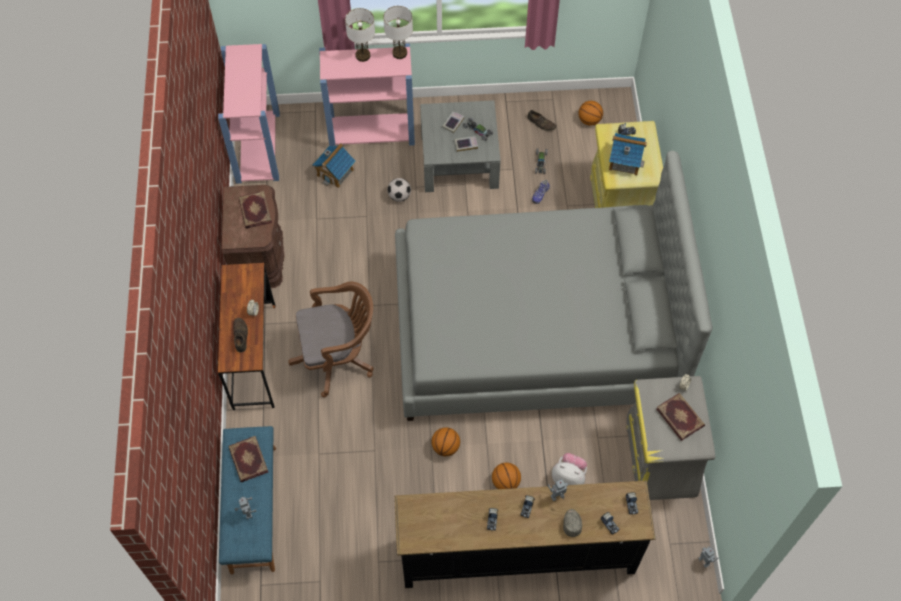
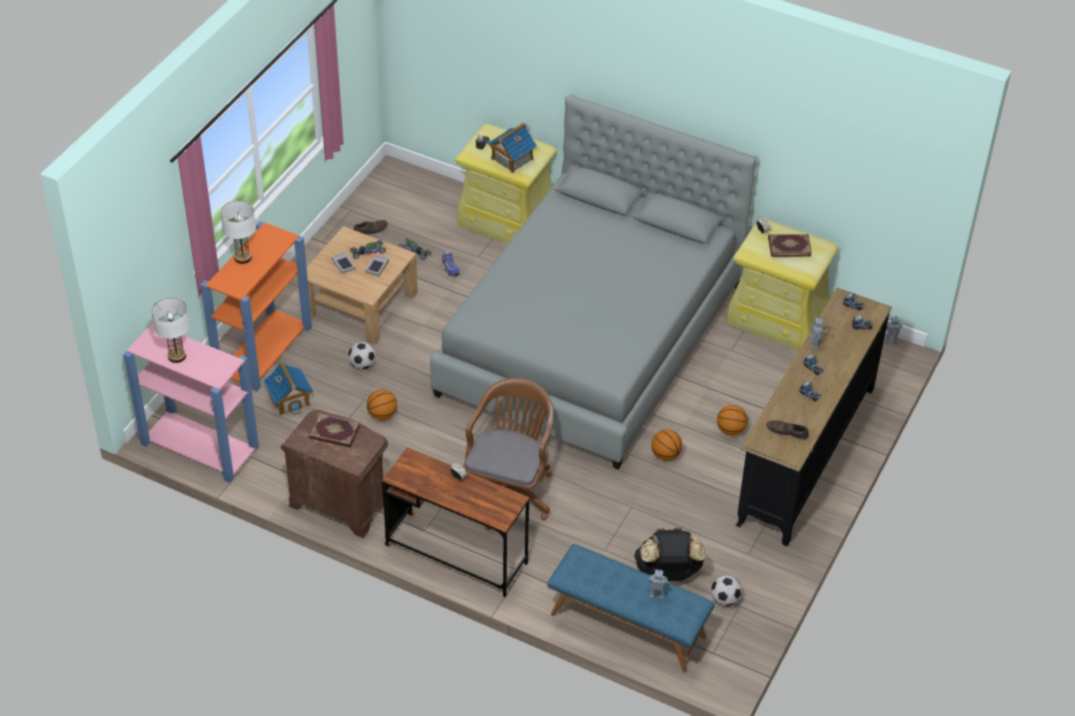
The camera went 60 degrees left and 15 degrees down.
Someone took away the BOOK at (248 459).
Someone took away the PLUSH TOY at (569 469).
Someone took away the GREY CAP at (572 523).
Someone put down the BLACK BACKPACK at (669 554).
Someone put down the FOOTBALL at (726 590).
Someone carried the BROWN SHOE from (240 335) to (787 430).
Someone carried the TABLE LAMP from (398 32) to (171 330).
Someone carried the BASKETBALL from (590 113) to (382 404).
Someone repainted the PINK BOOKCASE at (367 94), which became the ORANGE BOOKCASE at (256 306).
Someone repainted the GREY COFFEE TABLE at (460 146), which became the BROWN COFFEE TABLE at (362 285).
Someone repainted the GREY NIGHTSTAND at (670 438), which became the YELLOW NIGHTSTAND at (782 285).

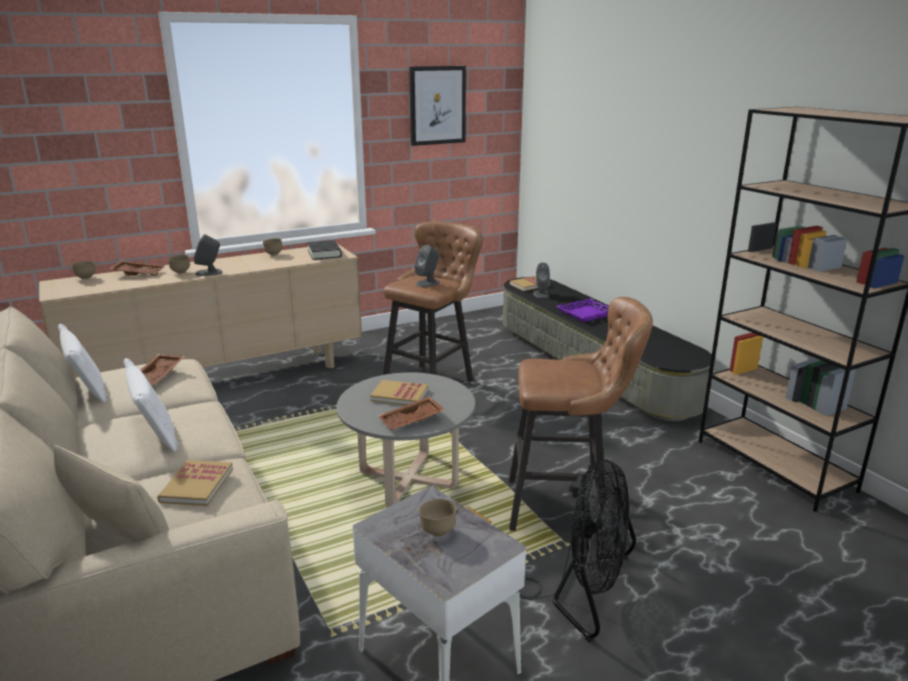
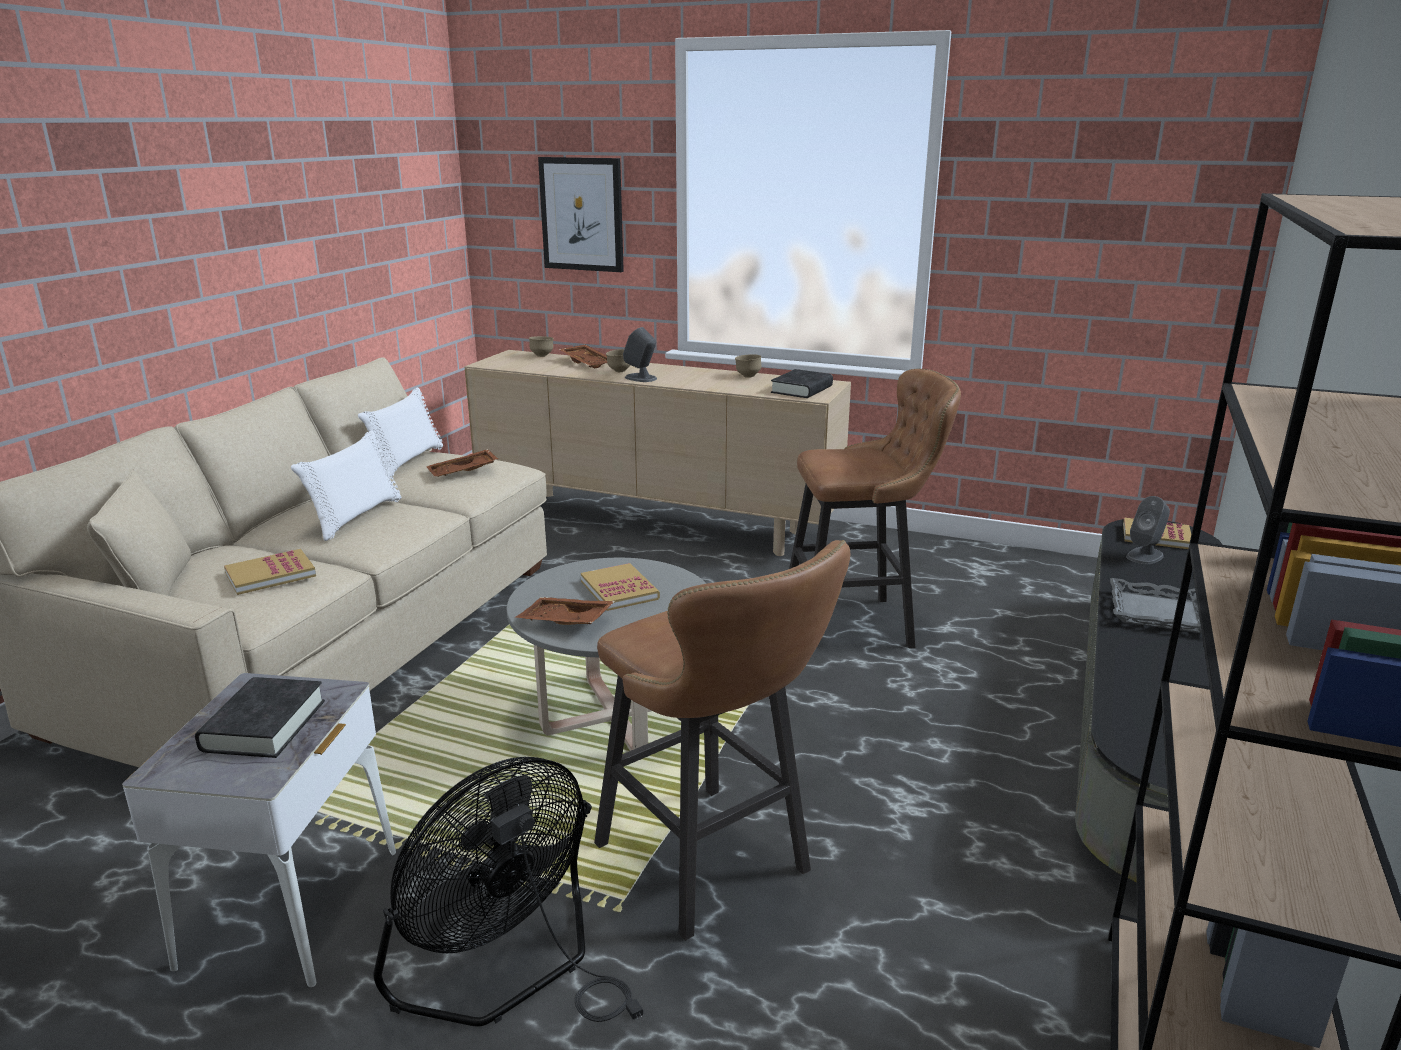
The camera went 50 degrees right and 0 degrees up.
Someone took away the GREY SPEAKER at (427 266).
Someone carried the PICTURE from (437 106) to (581 214).
Someone swapped the BROWN BOWL at (437 518) for the BLACK BOOK at (260 717).
Someone repainted the PURPLE TRAY at (582 310), which became the GREY TRAY at (1156 605).
Someone rotated the BLACK FAN at (578 551) by 150 degrees clockwise.

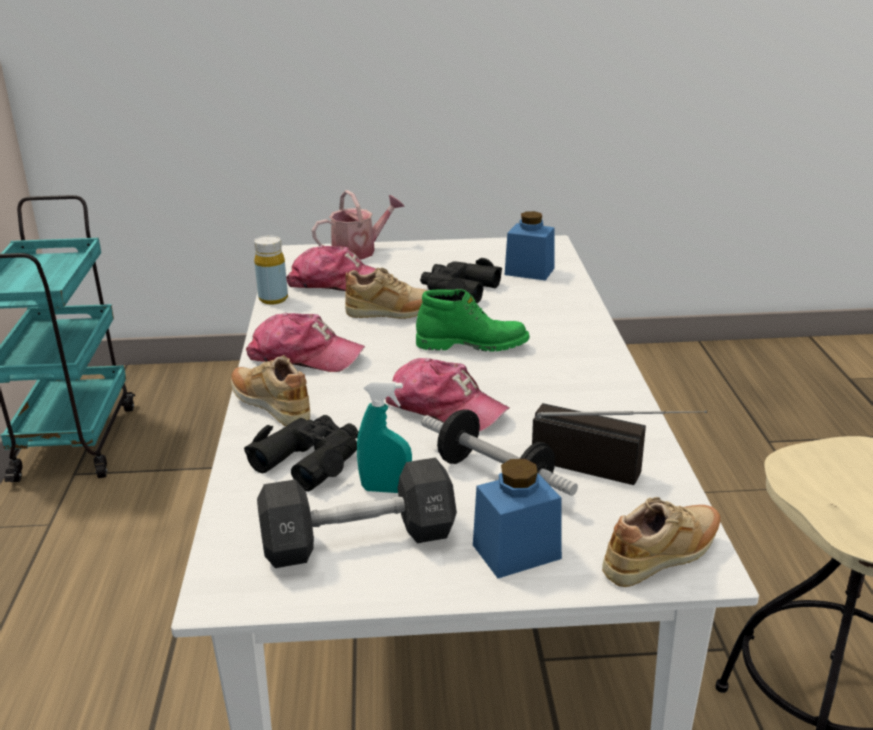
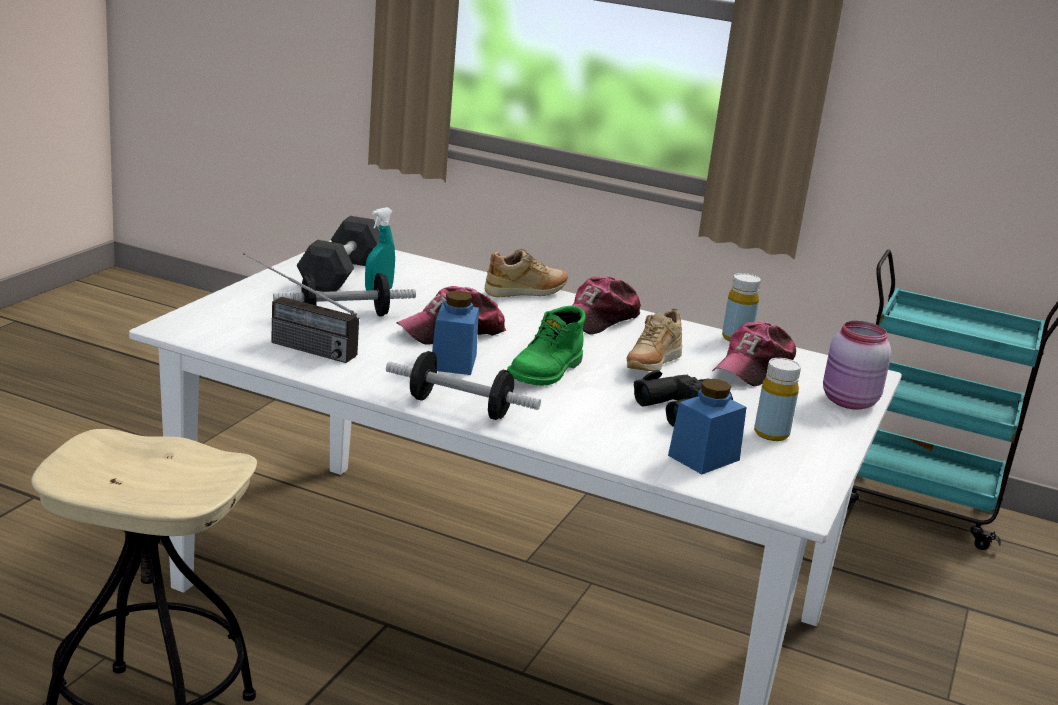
The camera went 115 degrees right and 5 degrees down.
Someone took away the BLACK BINOCULARS at (301 453).
Someone took away the BEIGE SHOE at (661 542).
Someone put down the DUMBBELL at (463 385).
Someone put down the YELLOW BOTTLE at (777 399).
Someone carried the BLUE JAR from (517 518) to (455 333).
Someone swapped the WATERING CAN at (358 225) for the PINK JAR at (857 365).
Someone rotated the RADIO at (619 444) by 60 degrees clockwise.

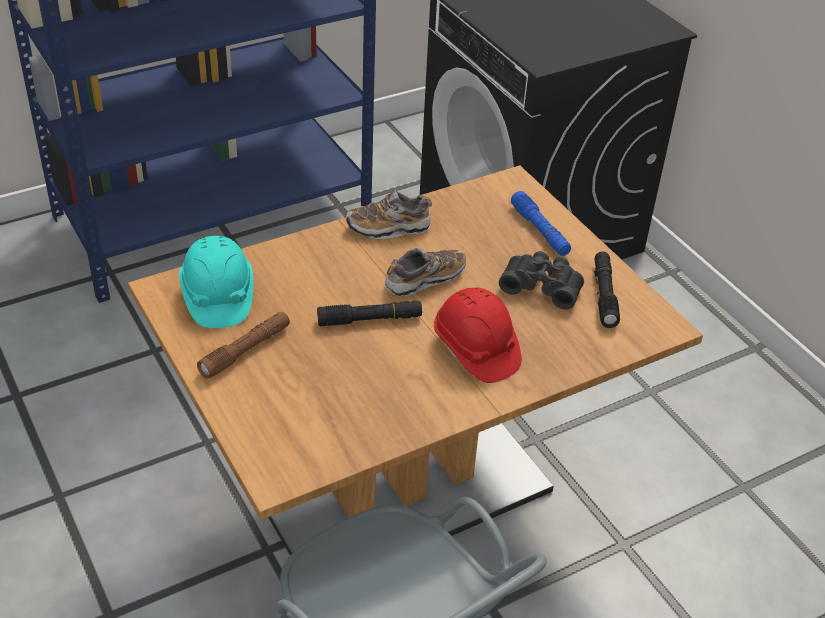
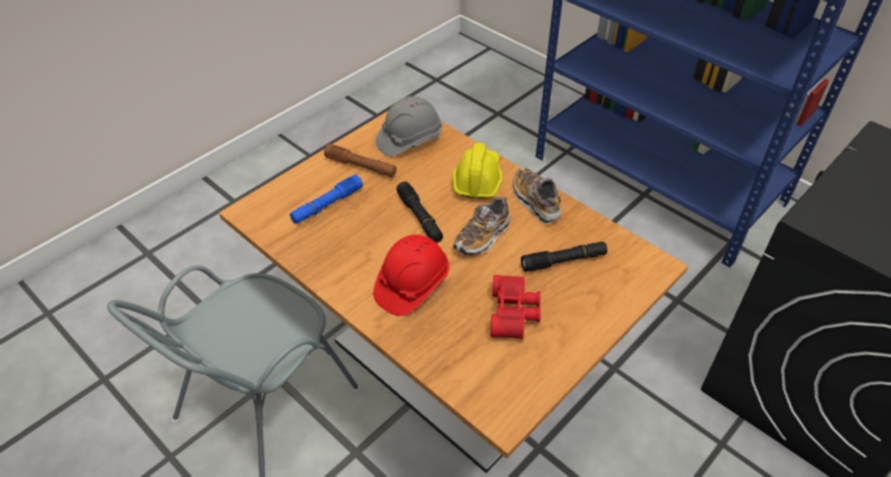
The camera went 75 degrees right and 5 degrees up.
Someone put down the YELLOW HARD HAT at (478 170).
Someone carried the BLUE FLASHLIGHT from (541 223) to (326 199).
Someone carried the BLACK FLASHLIGHT from (607 290) to (564 257).
Someone repainted the TURQUOISE HARD HAT at (216 282), which became the GREY HARD HAT at (409 126).
Someone repainted the BLACK BINOCULARS at (541 280), which became the RED BINOCULARS at (516 307).
Someone rotated the SHOE at (425 272) by 90 degrees clockwise.

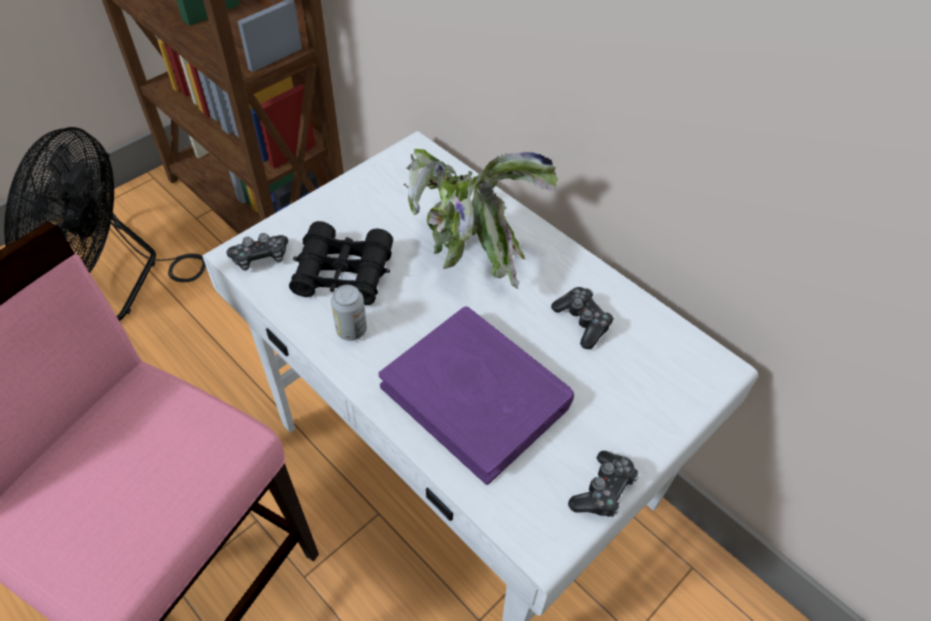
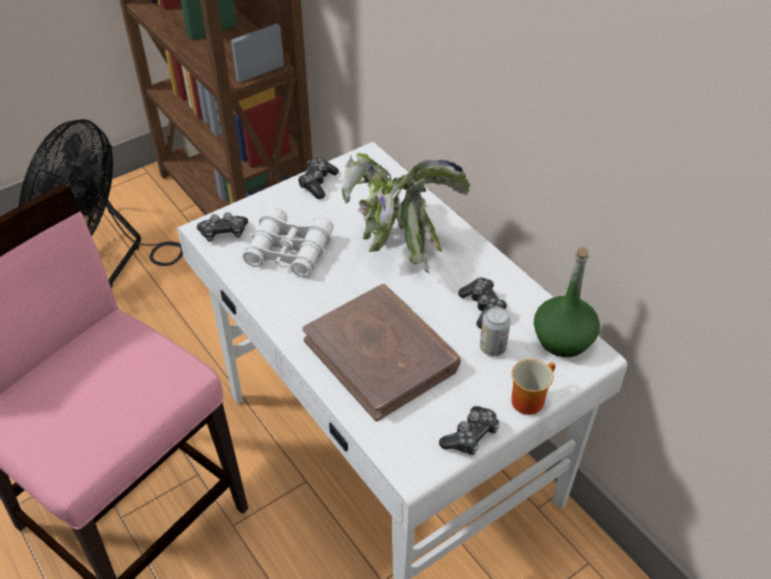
The camera went 10 degrees right and 5 degrees down.
Someone put down the GAME CONTROLLER at (318 178).
Someone put down the MUG at (533 387).
Someone put down the GREEN BOTTLE at (567 302).
Someone carried the CAN from (349 313) to (495 331).
Someone repainted the BLACK BINOCULARS at (341 263), which became the WHITE BINOCULARS at (288 242).
Someone repainted the PURPLE BOOK at (476 396), which became the BROWN BOOK at (381 353).

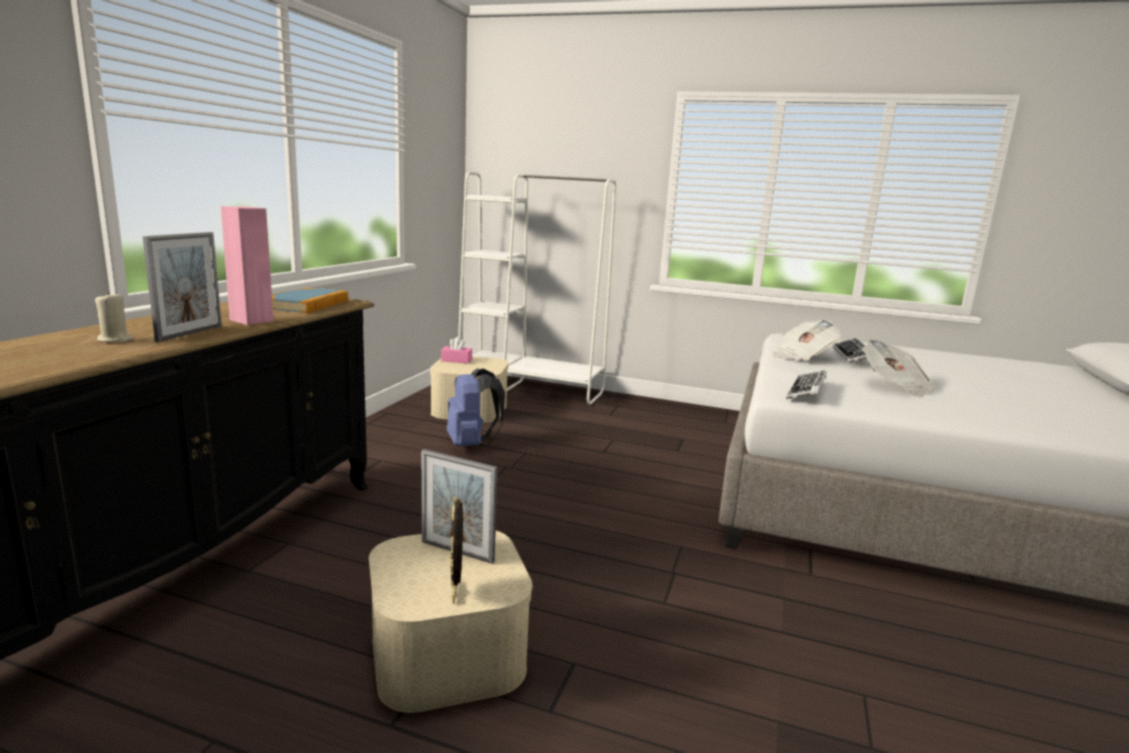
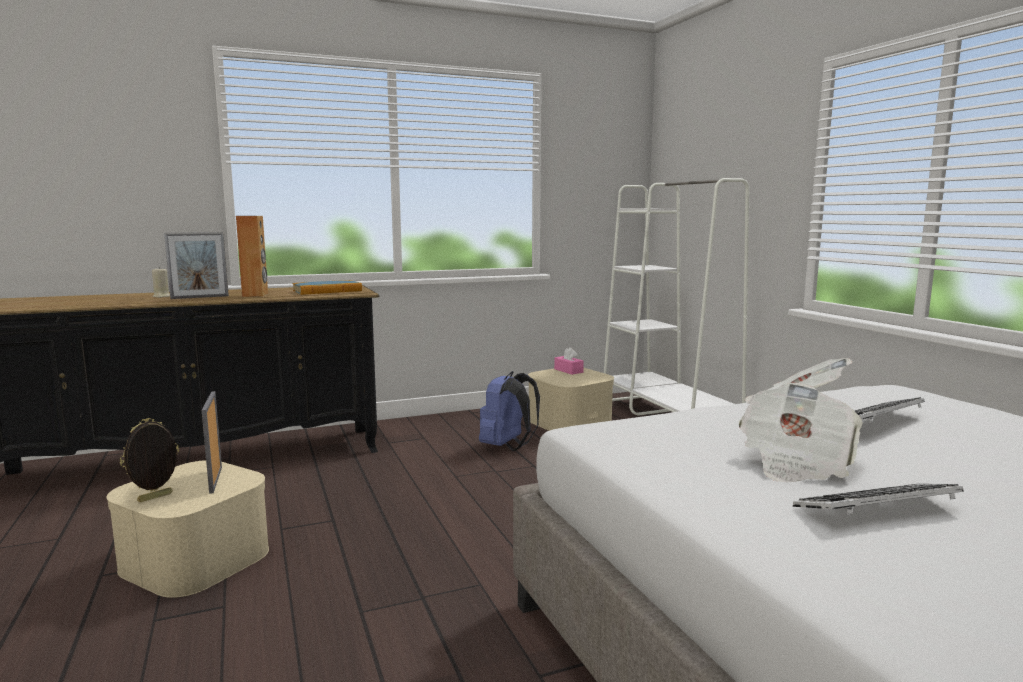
The camera went 50 degrees right and 5 degrees down.
Someone carried the KEYBOARD from (806 384) to (878 499).
Someone repainted the PINK SPEAKER at (247 265), which became the BROWN SPEAKER at (252 256).

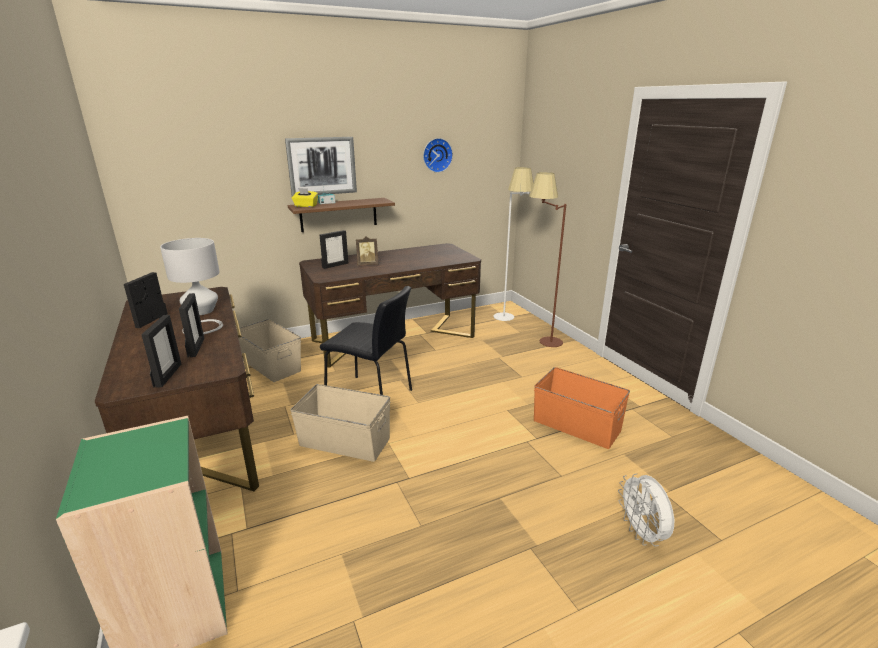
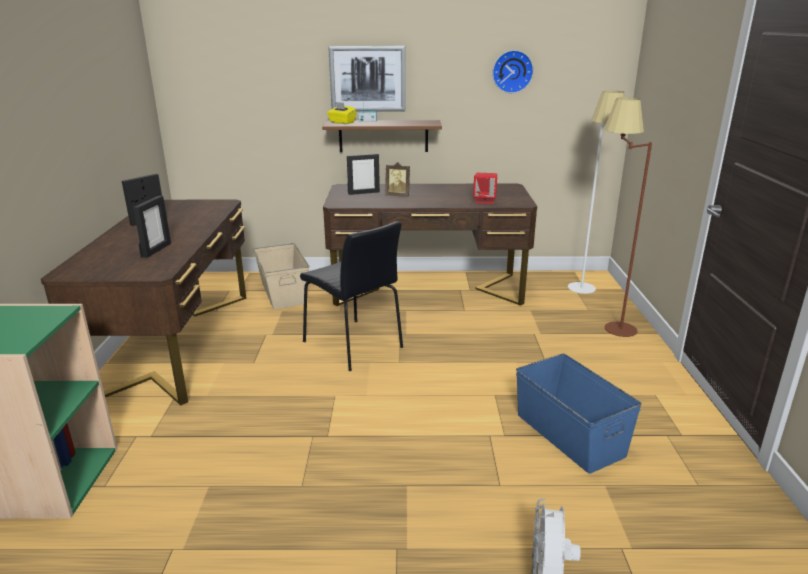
The camera went 25 degrees right and 0 degrees up.
Someone took away the PICTURE FRAME at (161 351).
Someone took away the WHITE TABLE LAMP at (191 286).
Someone took away the BEIGE STORAGE BOX at (340 423).
Someone put down the RED SPEAKER at (485 188).
Someone repainted the ORANGE STORAGE BOX at (582 408), which became the BLUE STORAGE BOX at (579 413).

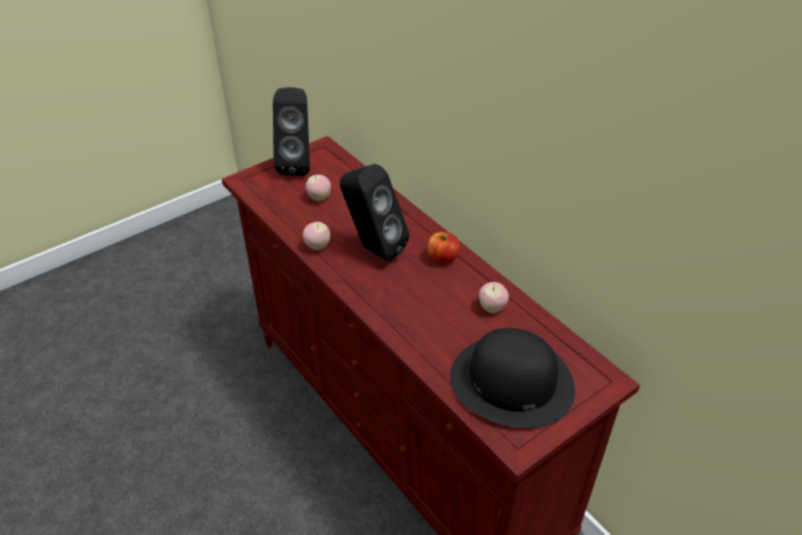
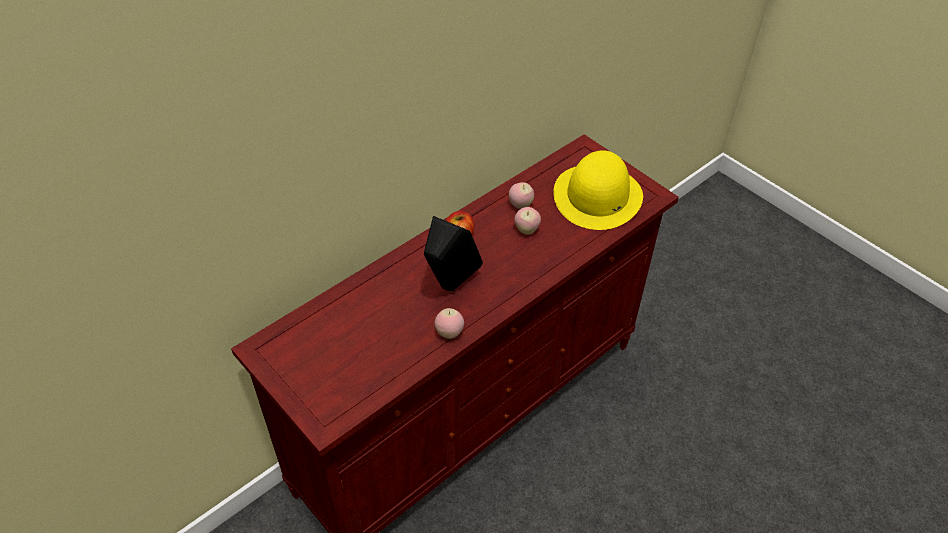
The camera went 95 degrees left and 5 degrees up.
Someone took away the BLACK SPEAKER at (291 131).
Someone carried the APPLE from (318 188) to (527 220).
Someone repainted the BLACK HAT at (512 378), which became the YELLOW HAT at (598 190).

